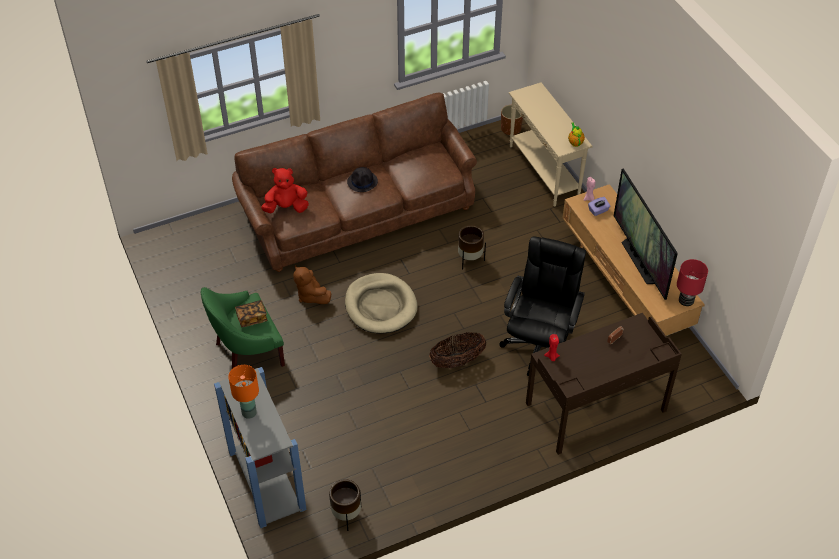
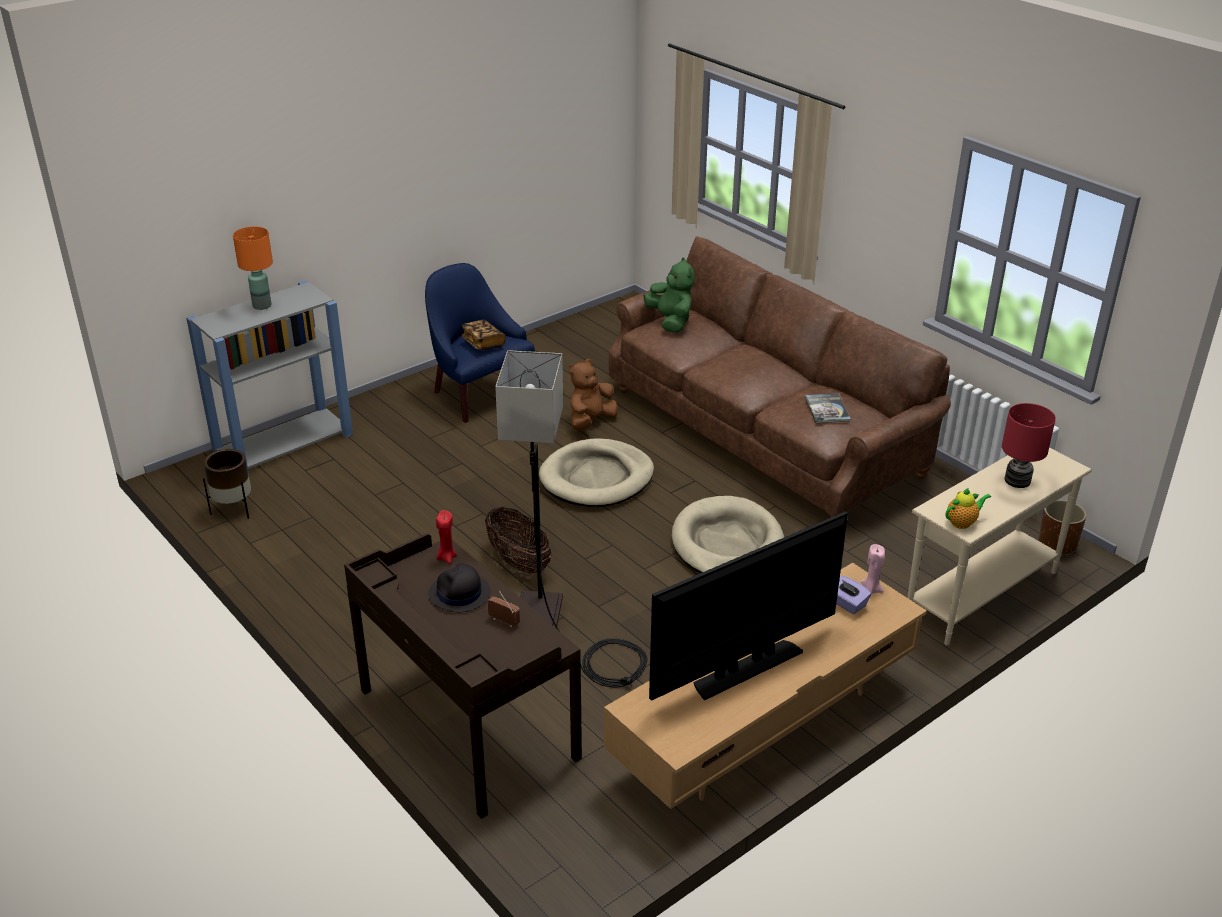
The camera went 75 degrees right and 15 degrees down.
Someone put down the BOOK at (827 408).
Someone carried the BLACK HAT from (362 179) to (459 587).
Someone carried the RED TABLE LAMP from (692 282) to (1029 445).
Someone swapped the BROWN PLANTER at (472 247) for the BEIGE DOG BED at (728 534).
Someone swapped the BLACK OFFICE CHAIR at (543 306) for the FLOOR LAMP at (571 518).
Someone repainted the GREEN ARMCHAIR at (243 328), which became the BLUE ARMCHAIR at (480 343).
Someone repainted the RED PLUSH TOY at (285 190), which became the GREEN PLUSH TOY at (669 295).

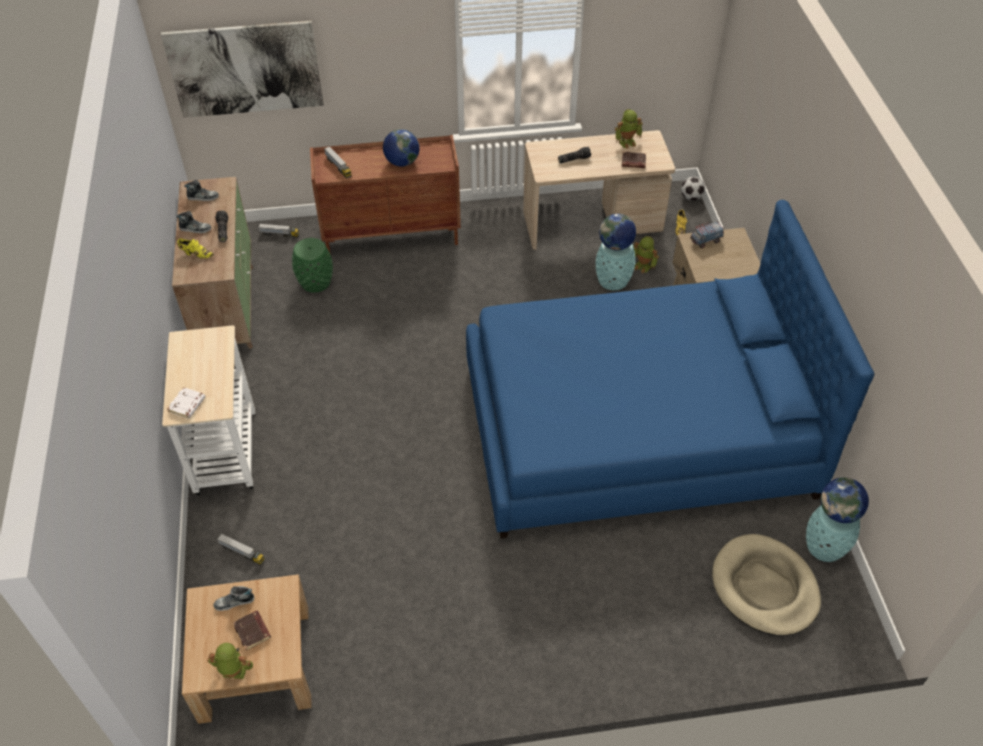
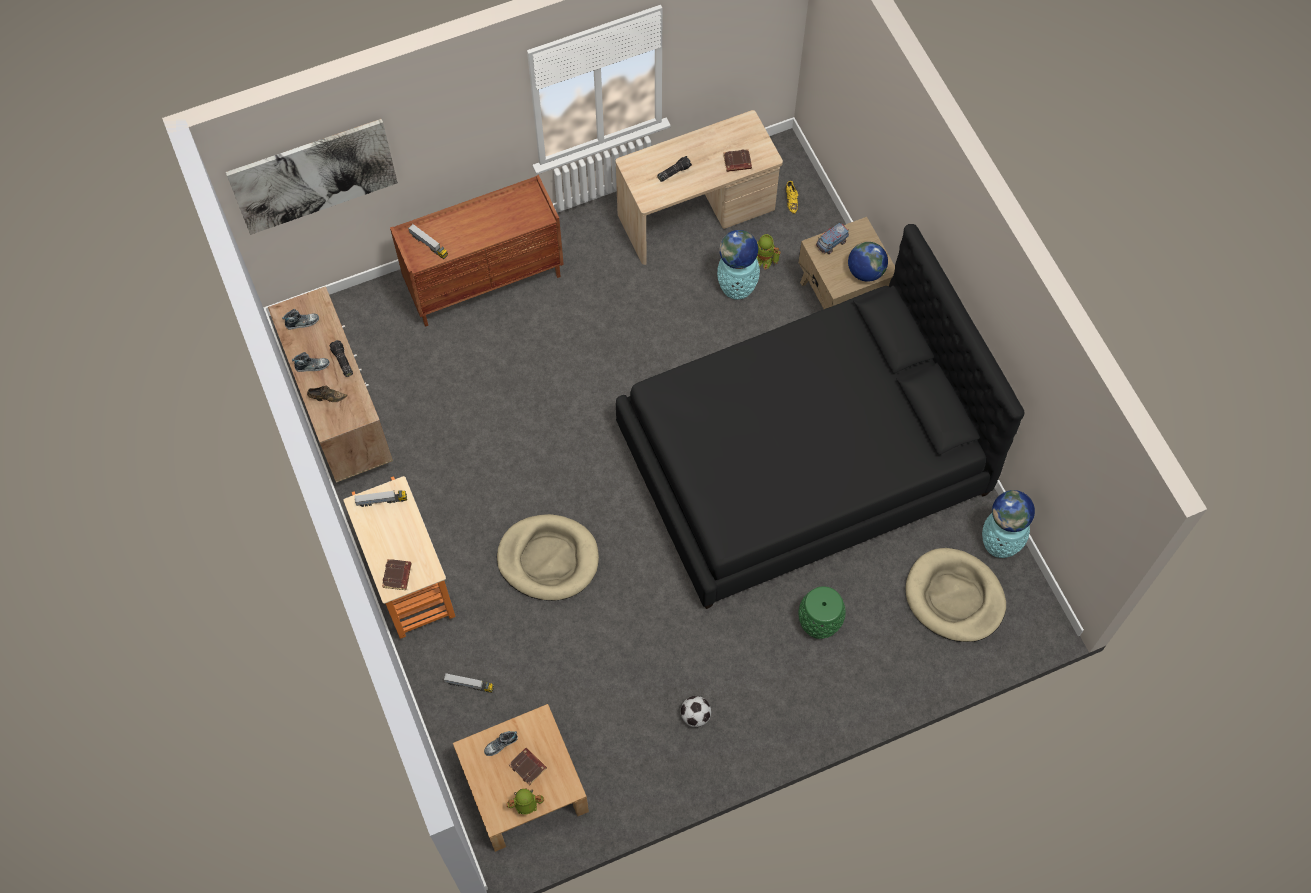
The camera went 15 degrees left and 15 degrees up.
Someone took away the TOY ROBOT at (629 129).
Someone put down the BEIGE DOG BED at (548 557).
Someone carried the TOY TRUCK from (278 231) to (381 498).
Someone carried the GREEN STOOL from (312 265) to (822 612).
Someone carried the GLOBE from (401 148) to (868 262).
Someone carried the FOOTBALL from (693 189) to (695 711).
Someone repainted the WHITE CART at (208 410), which became the ORANGE CART at (399 557).
Someone repainted the WHITE BOOK at (186 403), which became the BROWN BOOK at (397 574).
Someone repainted the YELLOW SHOE at (195 248), which became the BROWN SHOE at (327 394).
Someone repainted the BLUE BED at (670 369), which became the BLACK BED at (820 416).

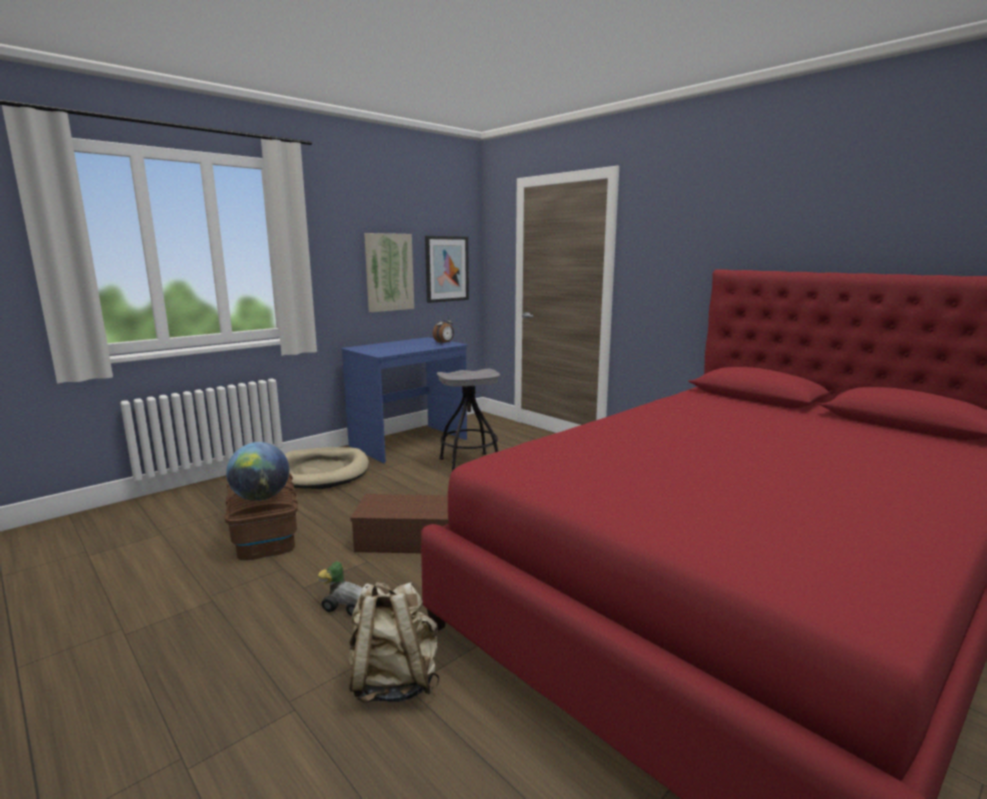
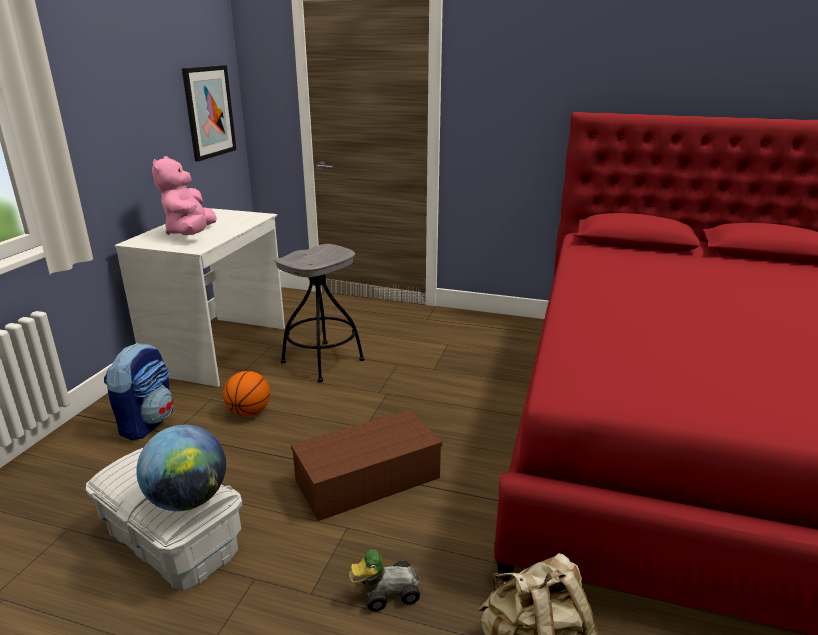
The camera went 30 degrees left and 10 degrees up.
Someone took away the PICTURE at (389 272).
Someone took away the ALARM CLOCK at (443 329).
Someone put down the PINK PLUSH TOY at (184 195).
Someone put down the BASKETBALL at (246 394).
Someone swapped the BEIGE DOG BED at (327 468) for the BACKPACK at (139 392).
Someone repainted the BROWN STORAGE BOX at (261 517), which became the WHITE STORAGE BOX at (164 519).
Someone repainted the BLUE DESK at (404 400), which became the WHITE DESK at (200 297).

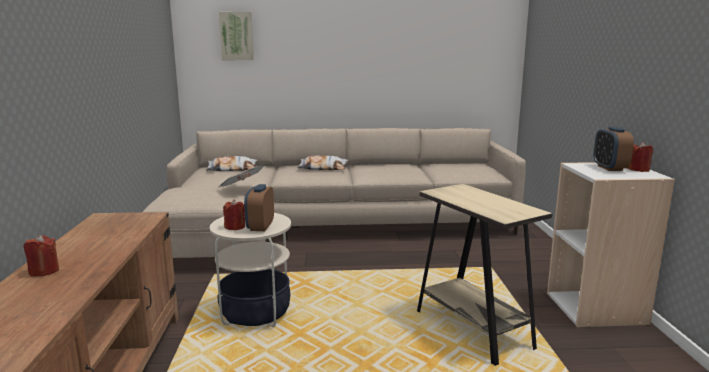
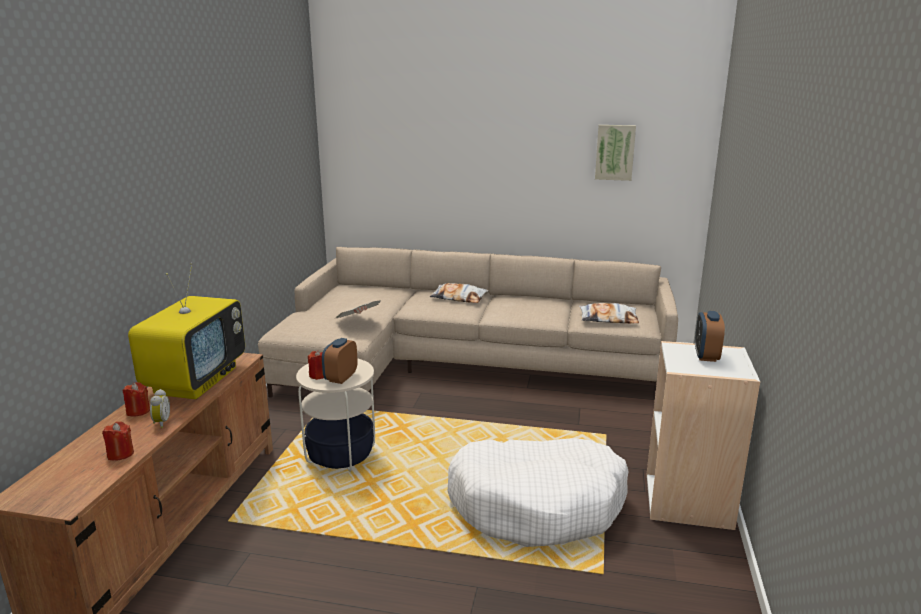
The camera went 15 degrees right and 5 degrees up.
Someone put down the TELEVISION at (186 331).
Someone put down the ALARM CLOCK at (160 408).
Someone carried the PILLOW from (231 163) to (609 313).
Someone carried the PICTURE from (236 36) to (615 153).
Someone carried the RED CANDLE from (640 157) to (118 440).
Someone swapped the BEIGE SIDE TABLE at (485 275) for the WHITE DOG BED at (538 492).

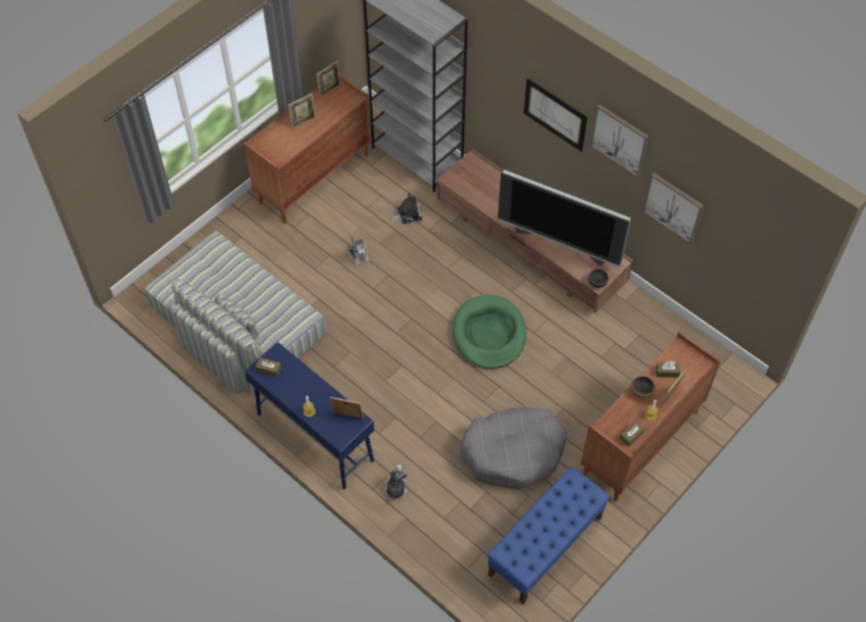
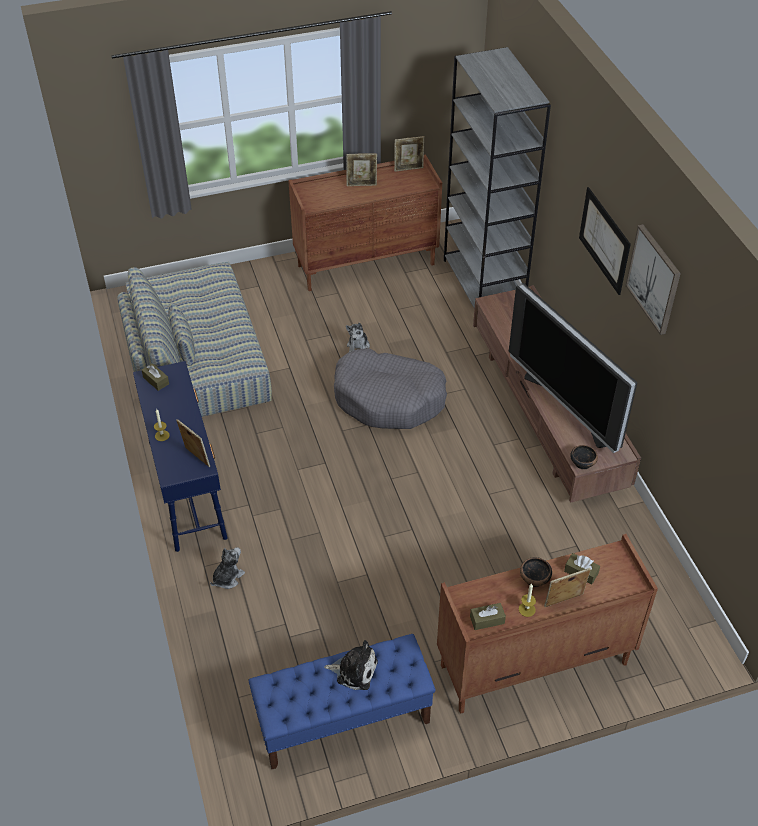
The camera went 30 degrees right and 10 degrees down.
Someone took away the GREEN DOG BED at (489 332).
Someone took away the PICTURE at (673 208).
Someone carried the PLUSH TOY from (406 208) to (351 665).
Someone carried the GREY DOG BED from (513 448) to (390 388).

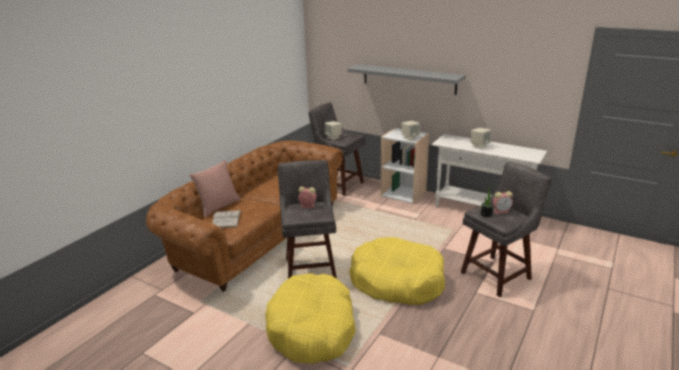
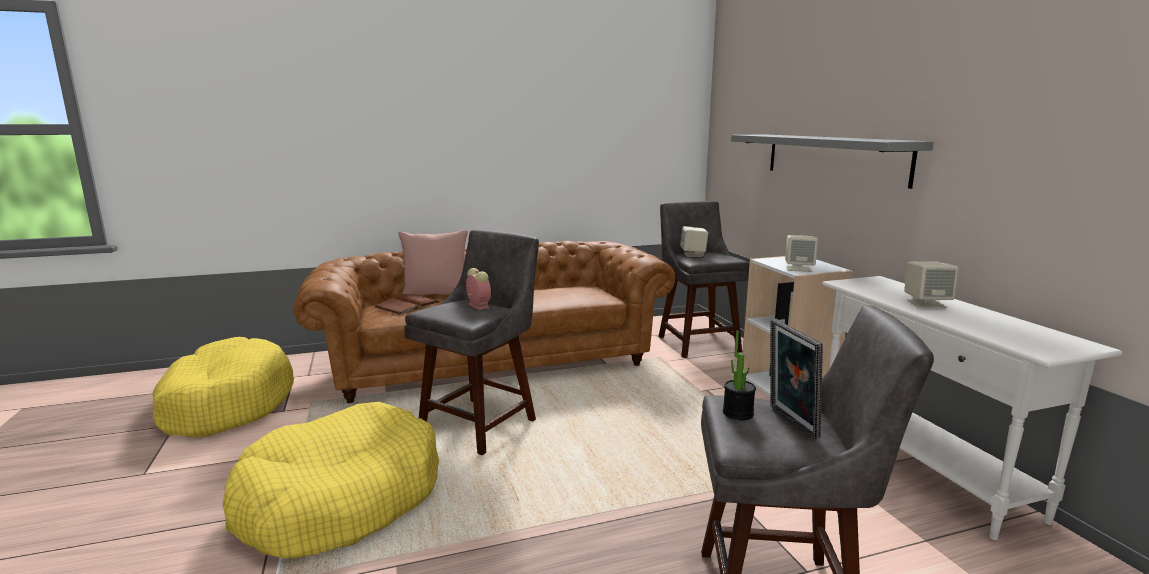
The camera went 40 degrees right and 10 degrees down.
Someone carried the YELLOW DOG BED from (397 271) to (223 387).
Someone swapped the ALARM CLOCK at (503 202) for the PICTURE FRAME at (796 379).
Someone repainted the WHITE BOOK at (226 219), which became the BROWN BOOK at (406 304).

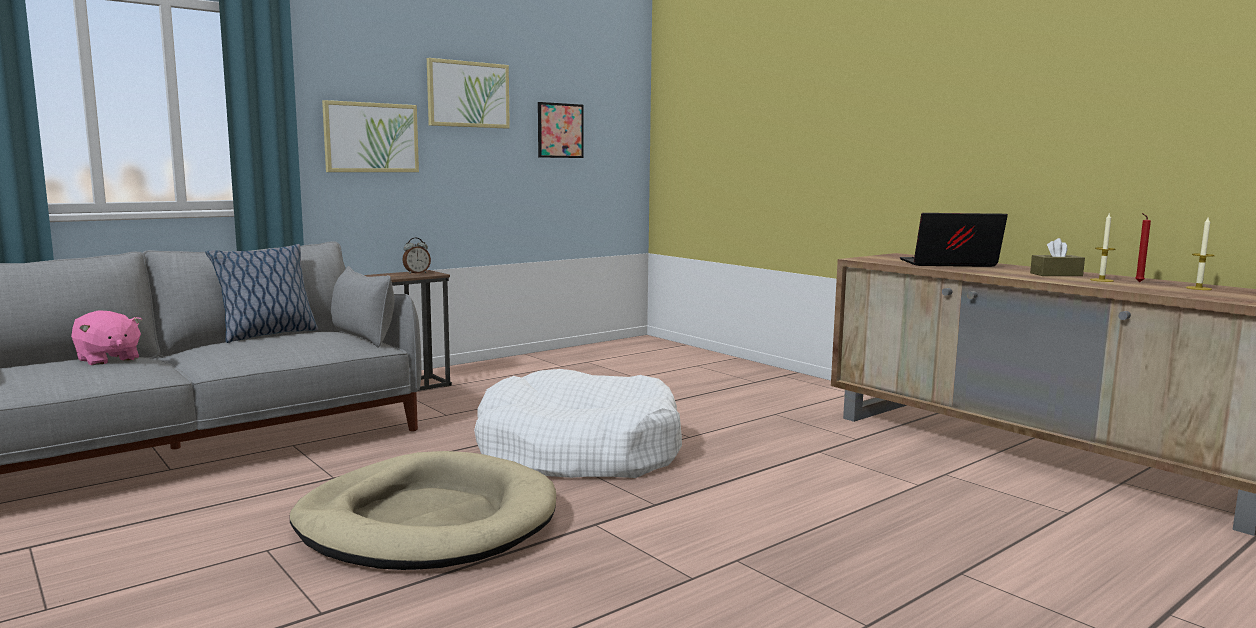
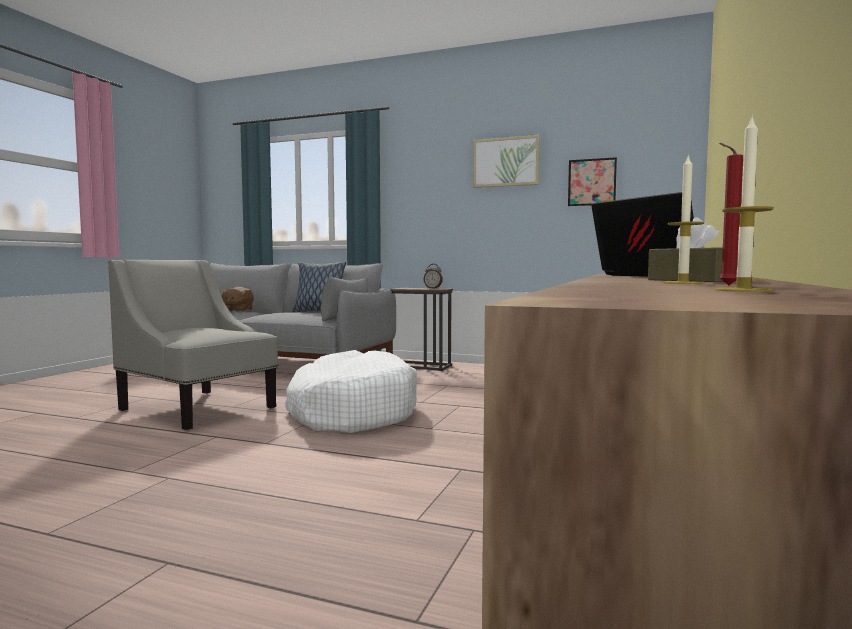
The camera went 60 degrees right and 5 degrees down.
Someone took away the PICTURE at (370 136).
Someone swapped the BEIGE DOG BED at (423 510) for the GREY ARMCHAIR at (193 345).
Someone repainted the PINK PLUSH TOY at (106 338), which became the BROWN PLUSH TOY at (237 299).

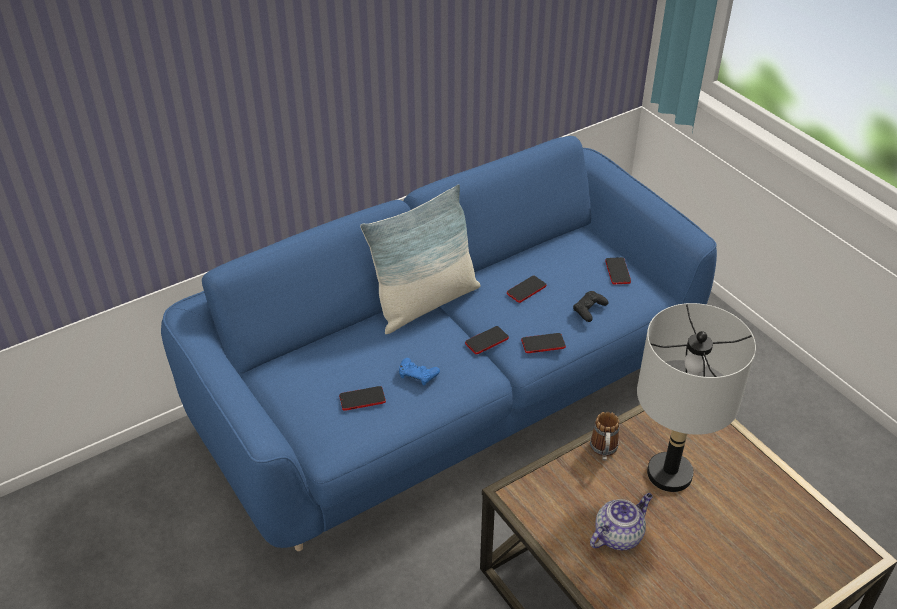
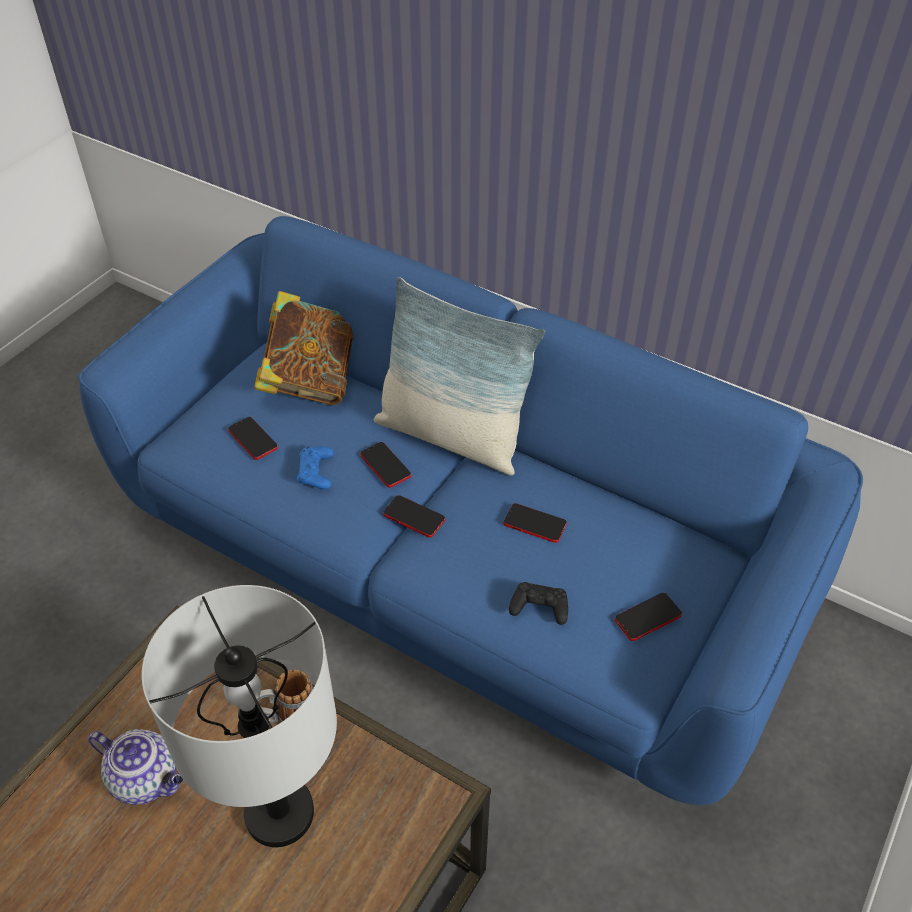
The camera went 65 degrees right and 5 degrees up.
Someone put down the BOOK at (304 348).
Someone carried the PHONE from (543 343) to (385 465).

